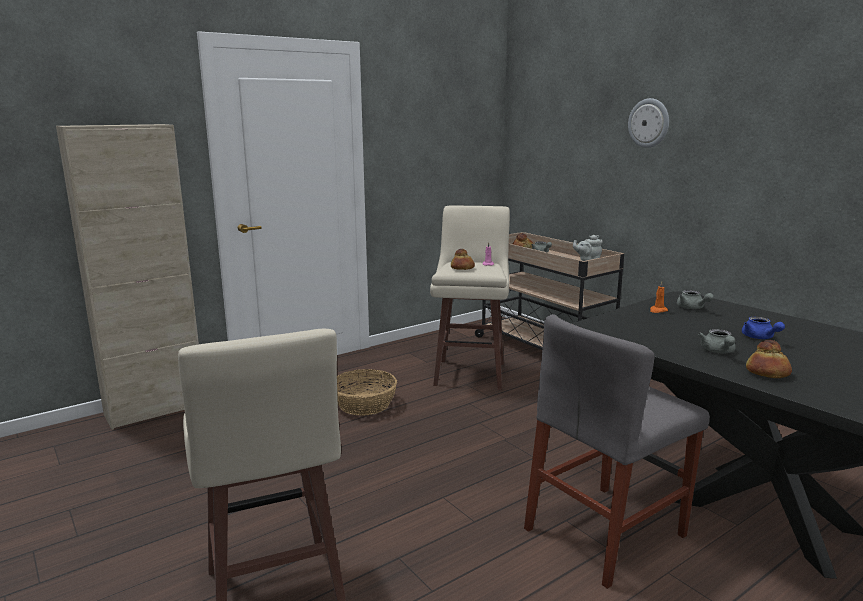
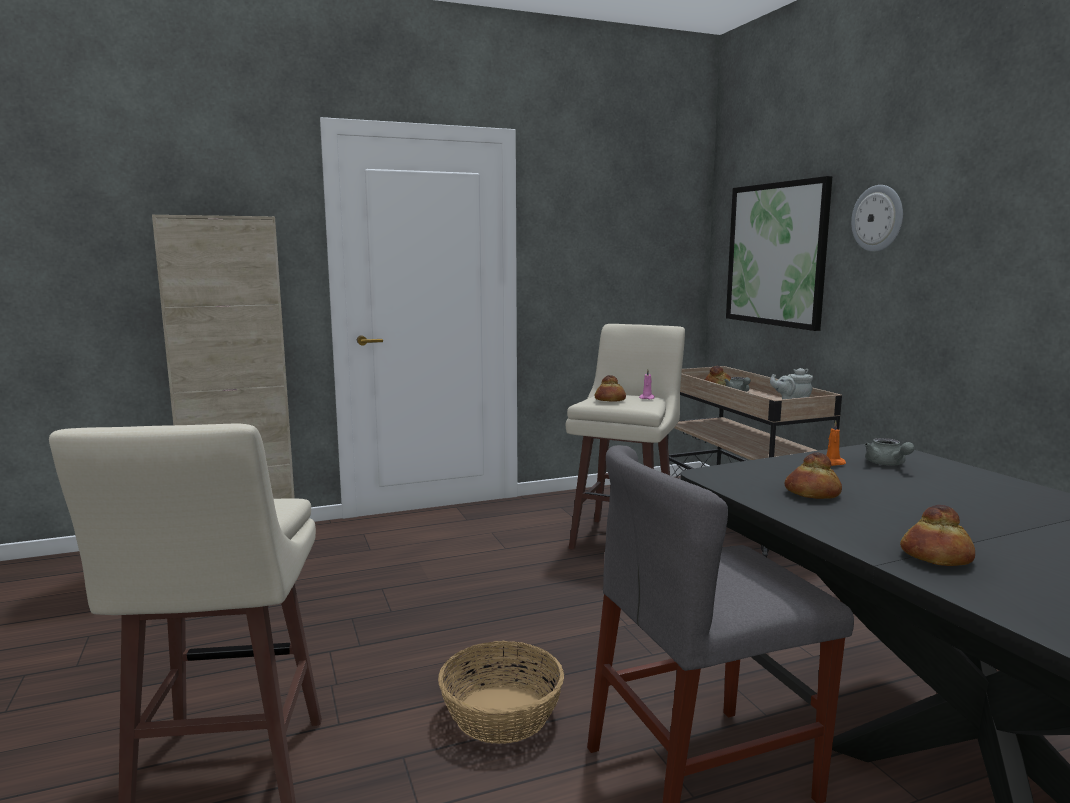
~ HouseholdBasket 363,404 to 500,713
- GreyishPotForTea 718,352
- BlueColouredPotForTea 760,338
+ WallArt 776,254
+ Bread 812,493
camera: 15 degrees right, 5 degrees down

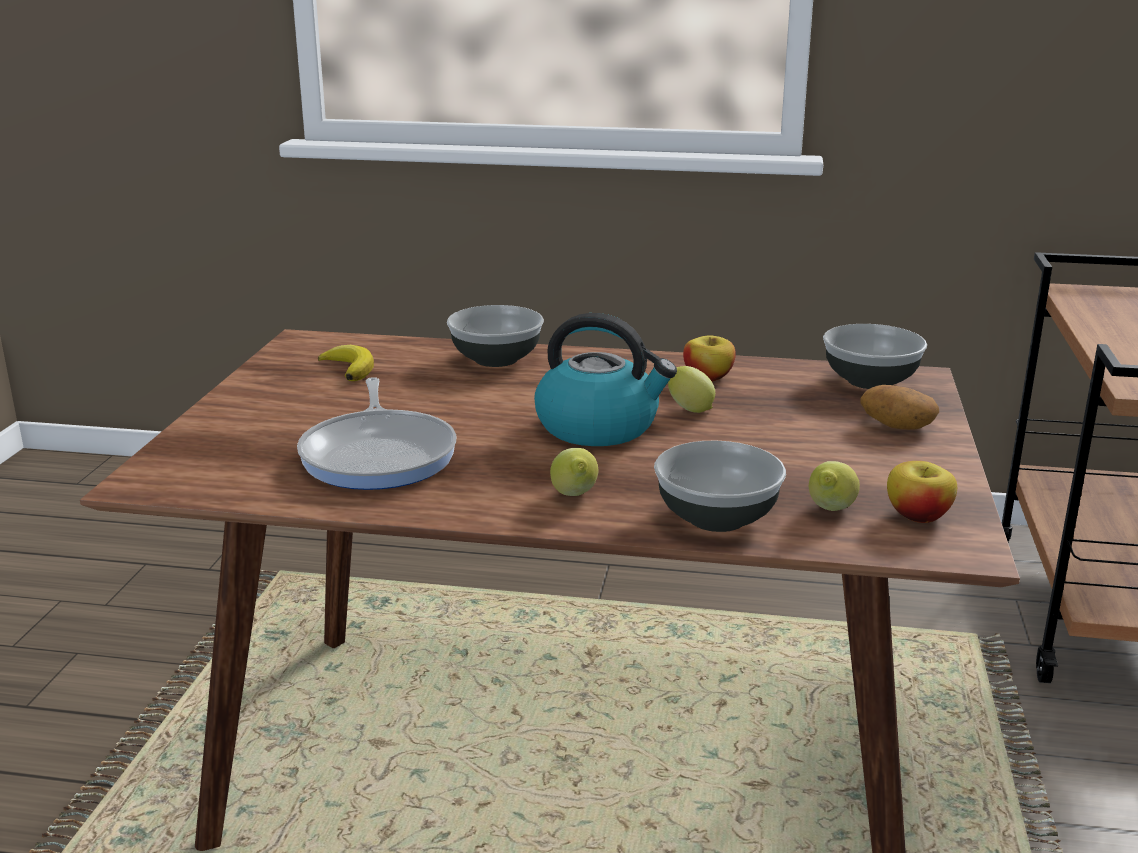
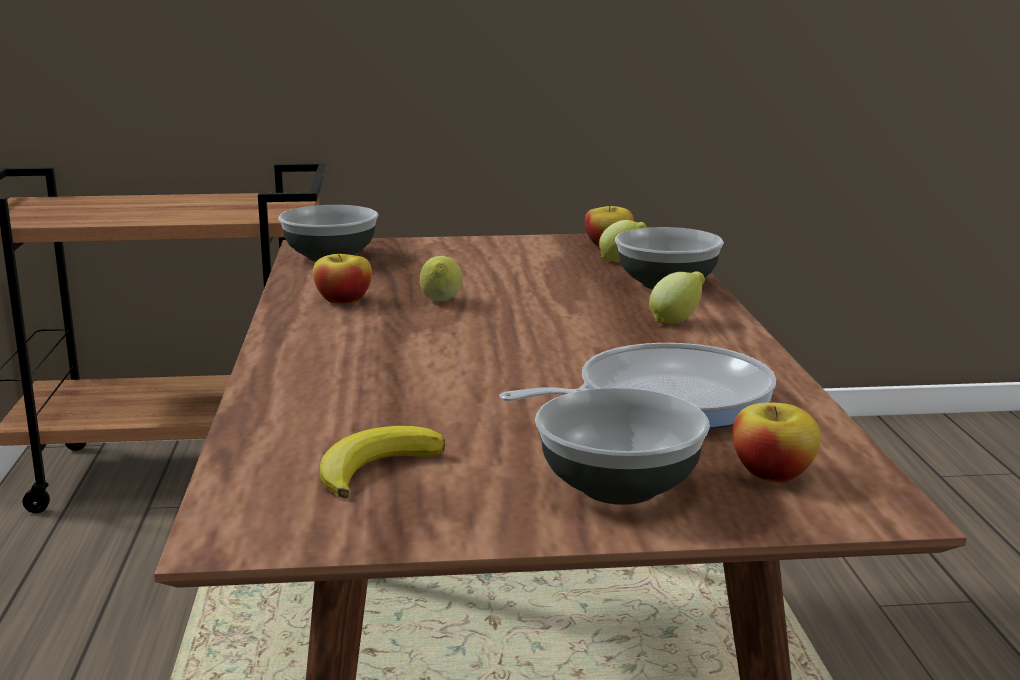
~ ServingBowl 495,359 to 618,488
- Kettle 599,427
- Spud 896,426
+ Apple 773,473
camera: 105 degrees left, 5 degrees down

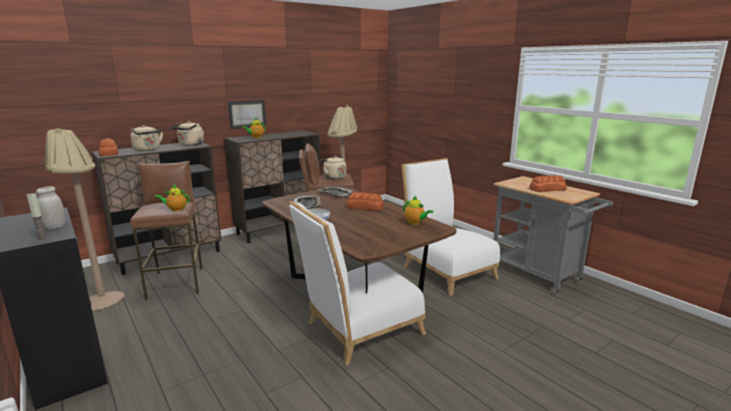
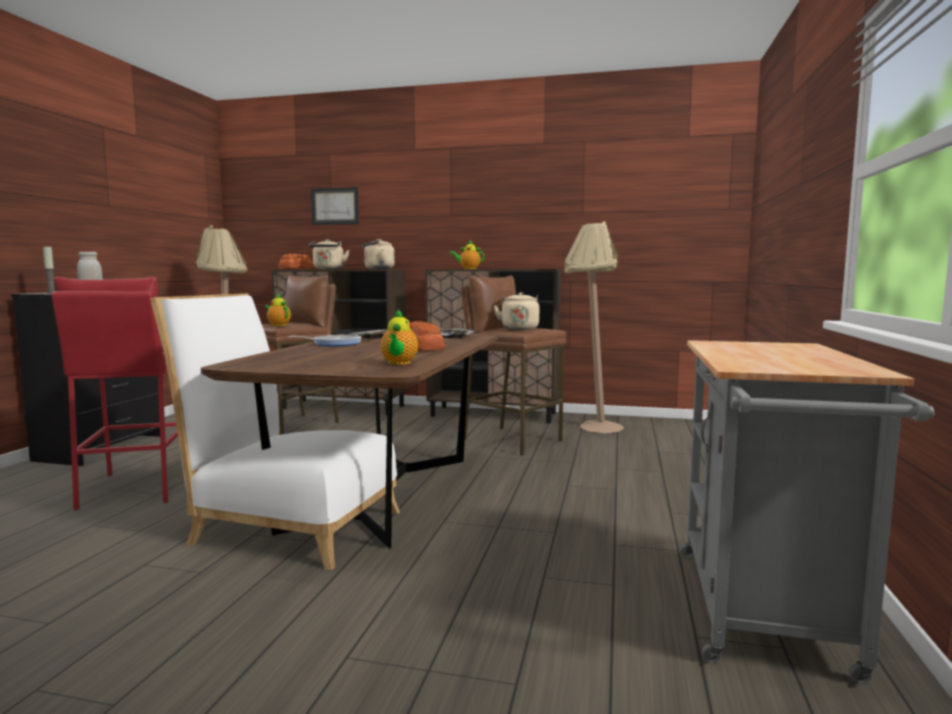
~ WallArt 247,114 to 335,206
- WhitishPlainChair 445,269
- Bread 547,189
+ RedColouredStoolSeat 136,488
camera: 50 degrees right, 10 degrees down

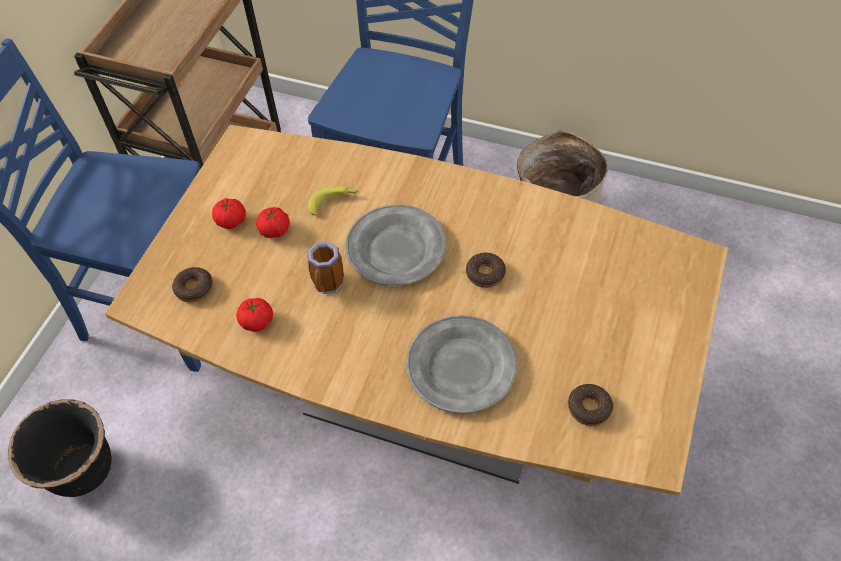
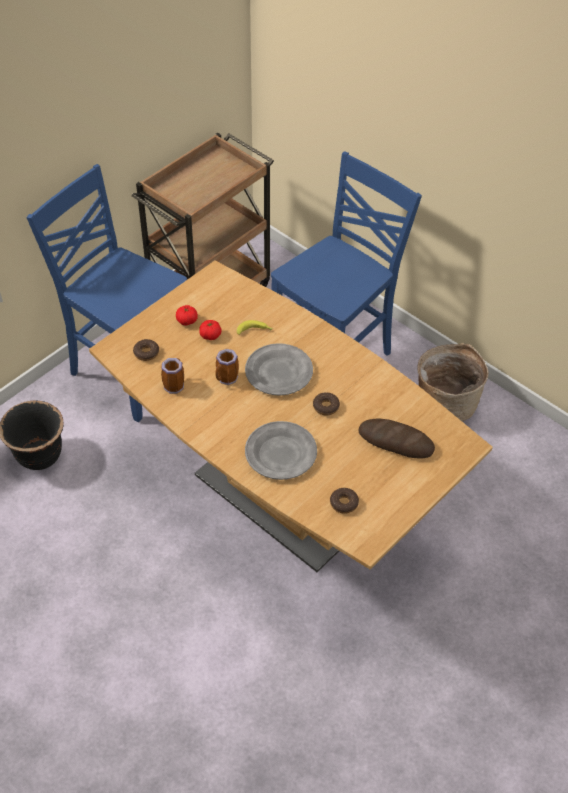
~ Tomato 257,321 to CoffeeMug 174,384
+ Bread 396,441
camera: 20 degrees right, 5 degrees down

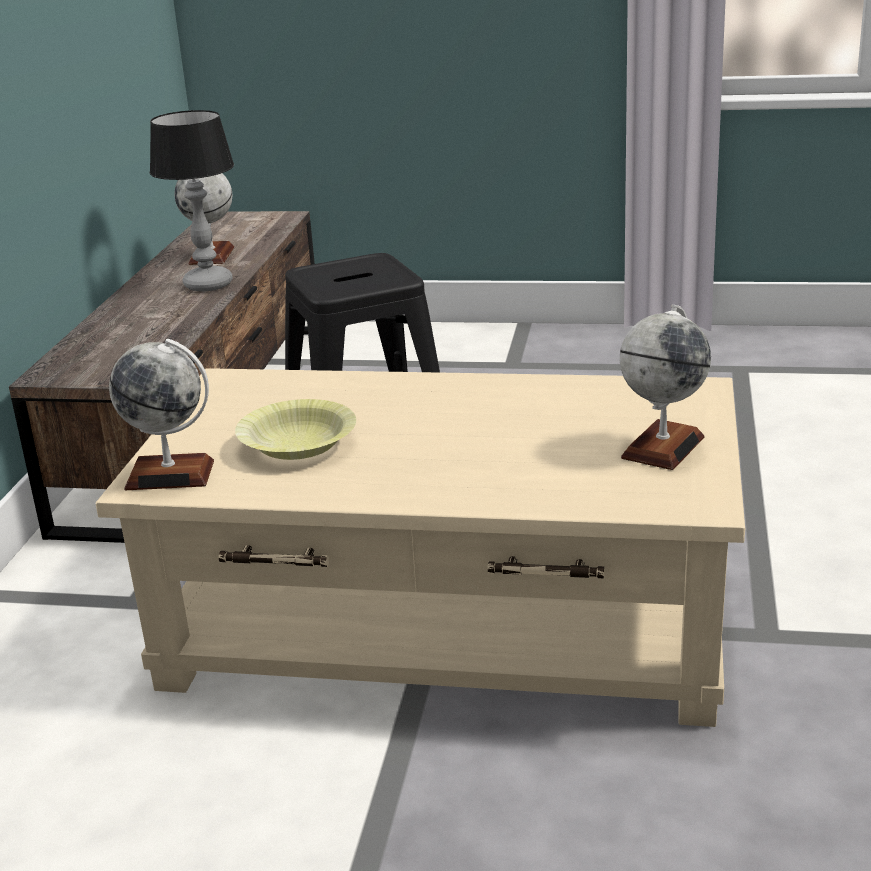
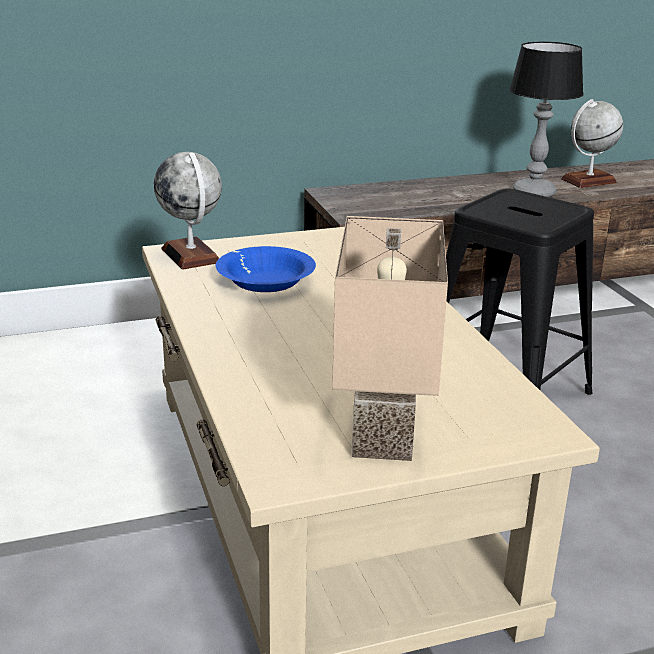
~ YellowColouredServingBowl 297,445 to BlueColouredServingBowl 266,282
~ DeskGlobe 663,447 to BeigeTableLamp 388,434
camera: 60 degrees right, 0 degrees up

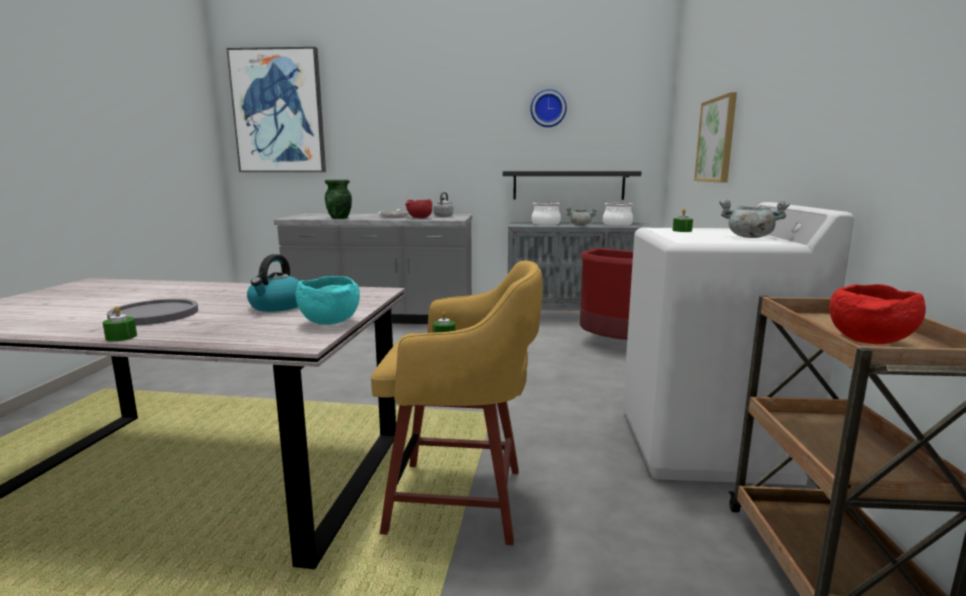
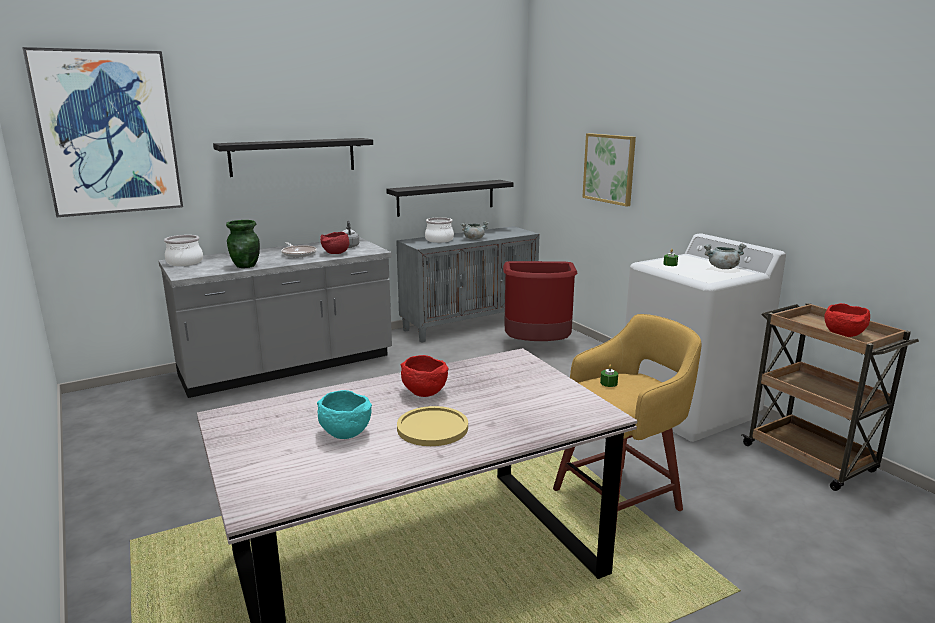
- GreenishWaxCandle 121,337
~ GreyishDinnerPlate 154,314 to YellowColouredDinnerPlate 432,428
- Kettle 277,306
~ BlueGreenServingBowl 329,322 to 344,434
- WallClock 548,108
~ Stockpot 617,224 to 185,262
+ BlackishBracketShelf 293,156
+ RedColouredServingBowl 423,393
camera: 35 degrees left, 5 degrees up

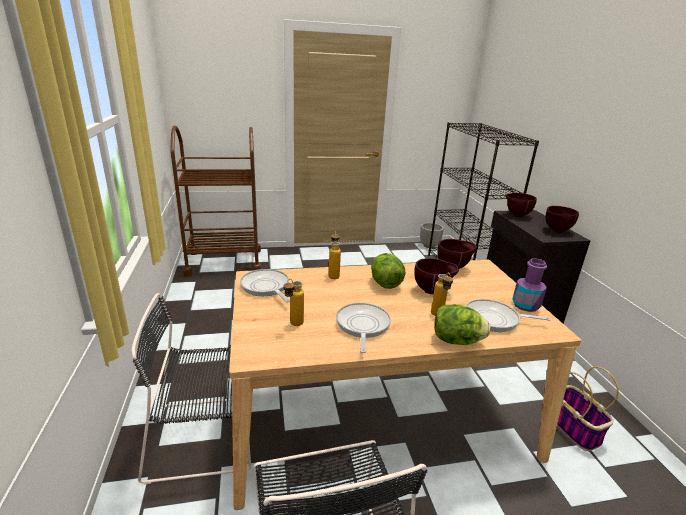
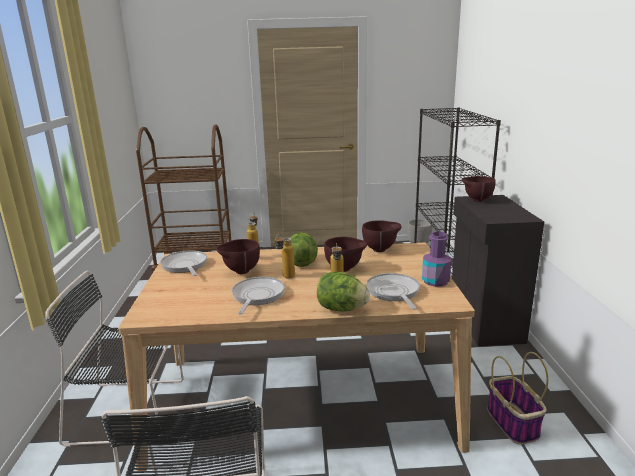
~ Bottle 293,325 to 285,278
~ FryingPan 495,319 = 393,292 60 degrees clockwise
~ BrownServingBowl 556,231 to 240,272
camera: 10 degrees right, 5 degrees down

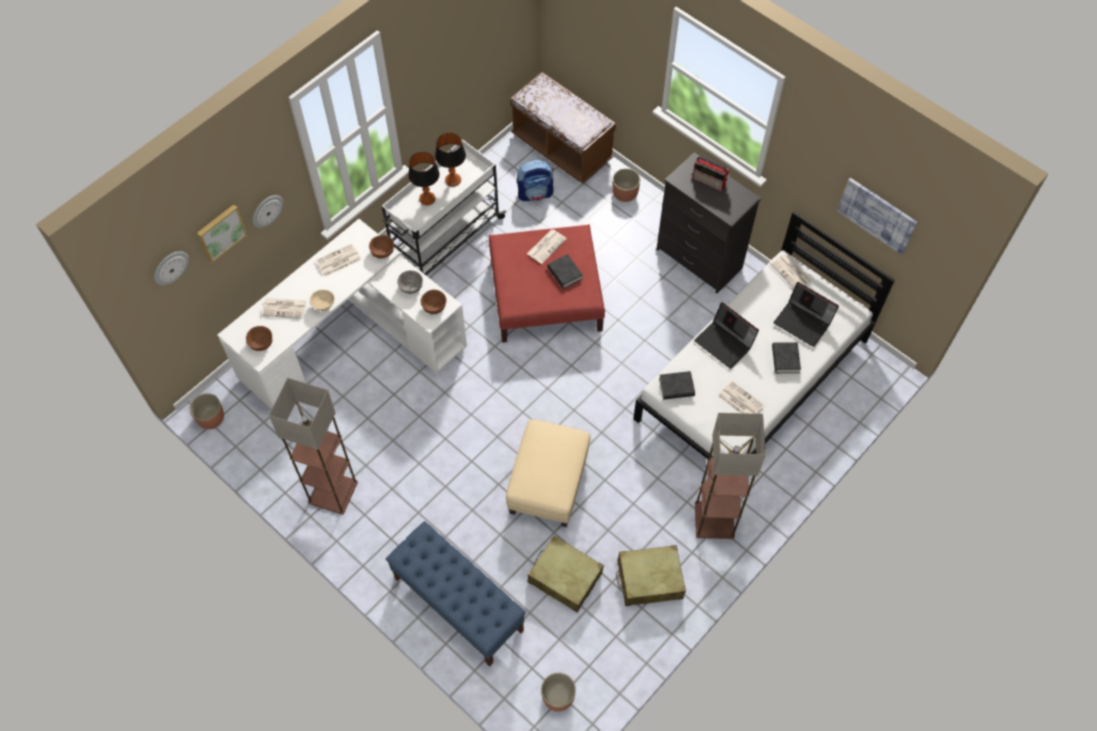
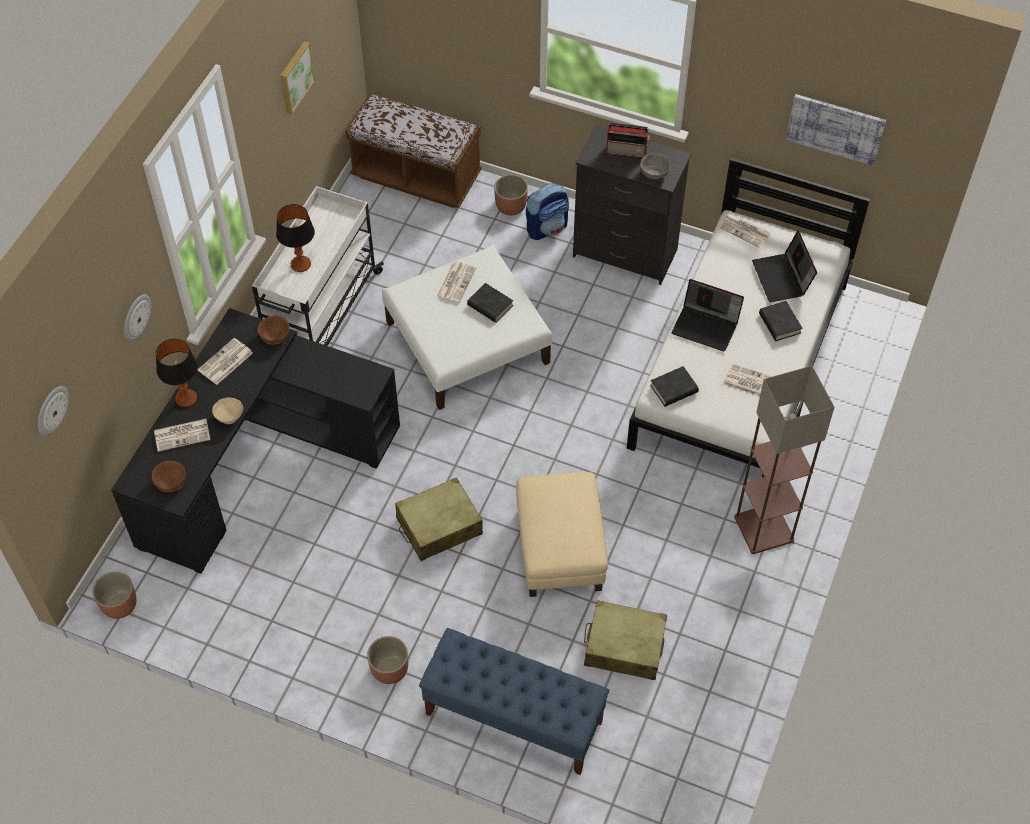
~ WallArt 220,232 to 295,77
~ WhitishDesk 352,339 to BlackishDesk 256,460
- FloorLamp 333,493
~ GreyishServingBowl 410,287 to 653,173
- BrownServingBowl 434,307
~ TableLamp 453,180 to 186,398
~ RedColouredOttoman 546,294 to WhitishOttoman 467,342
~ Knapsack 535,193 to 547,228
~ PlantPot 558,697 to 389,669
~ BeigePieceOfLuggage 649,579 to 438,526
~ Laptop 803,322 = 782,279 60 degrees clockwise
camera: 20 degrees left, 5 degrees down

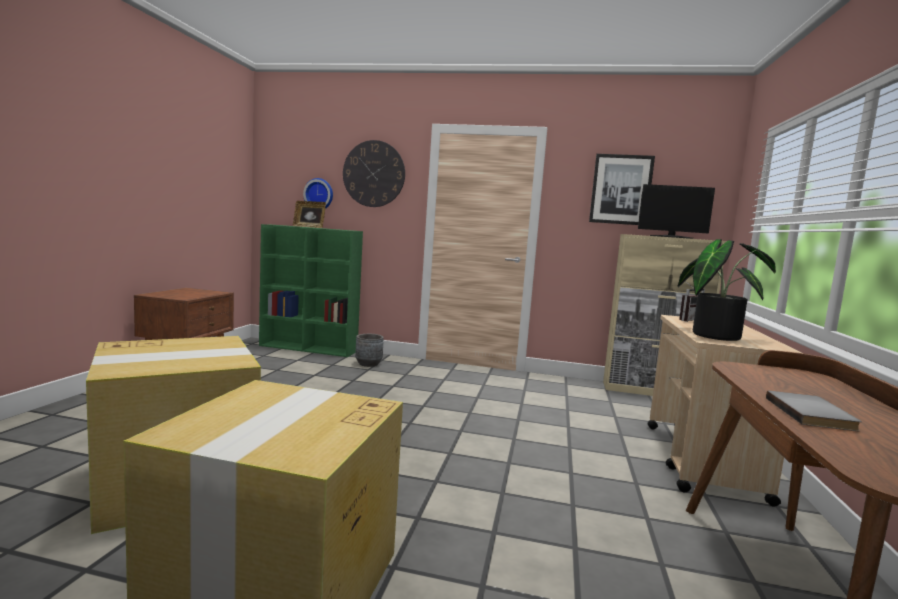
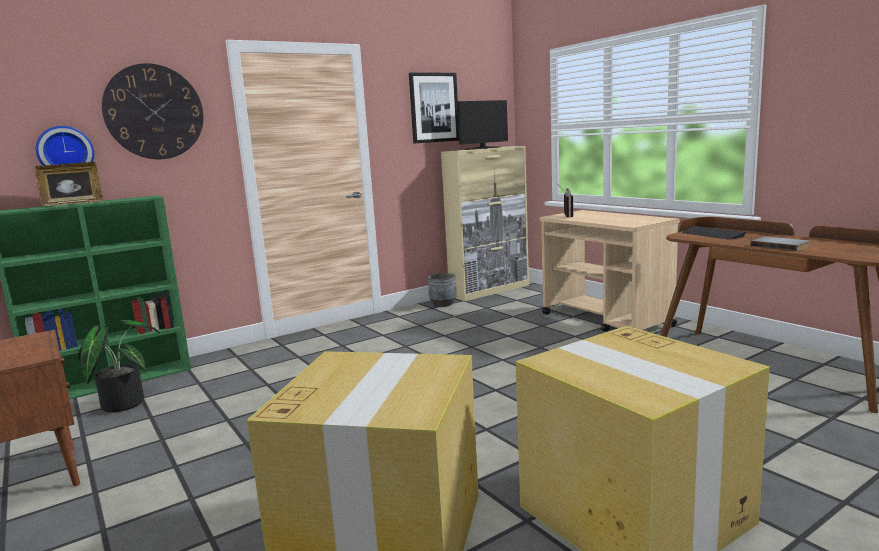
~ GreyishPlantPot 368,364 to 443,304
~ PottedPlant 714,335 to 122,402
+ ComputerKeyboard 712,234
camera: 45 degrees left, 5 degrees up

